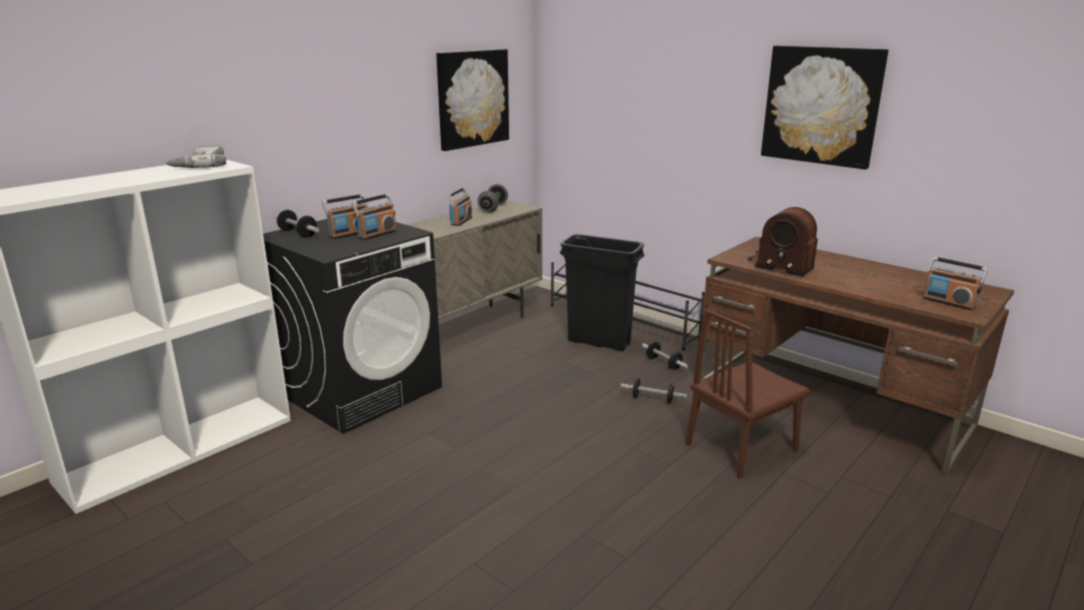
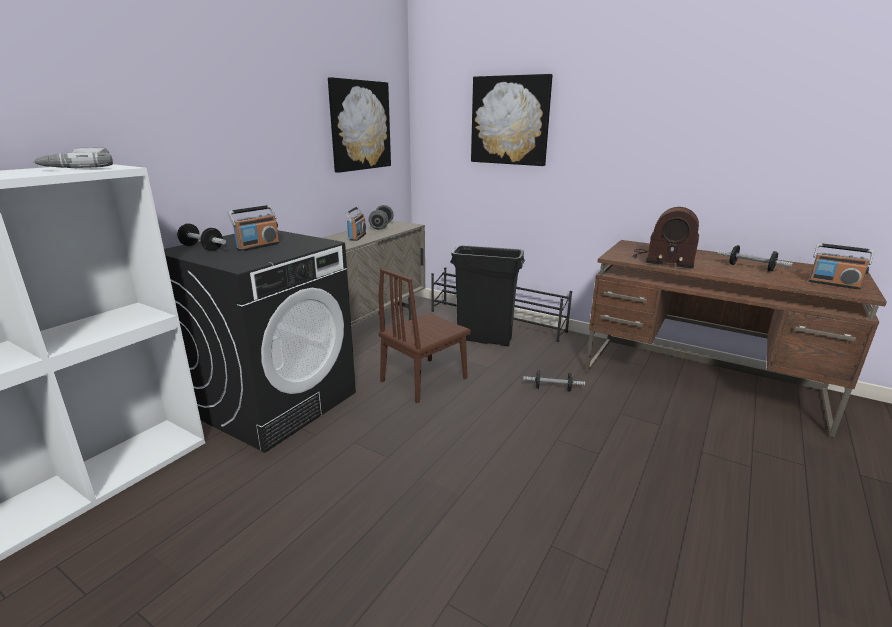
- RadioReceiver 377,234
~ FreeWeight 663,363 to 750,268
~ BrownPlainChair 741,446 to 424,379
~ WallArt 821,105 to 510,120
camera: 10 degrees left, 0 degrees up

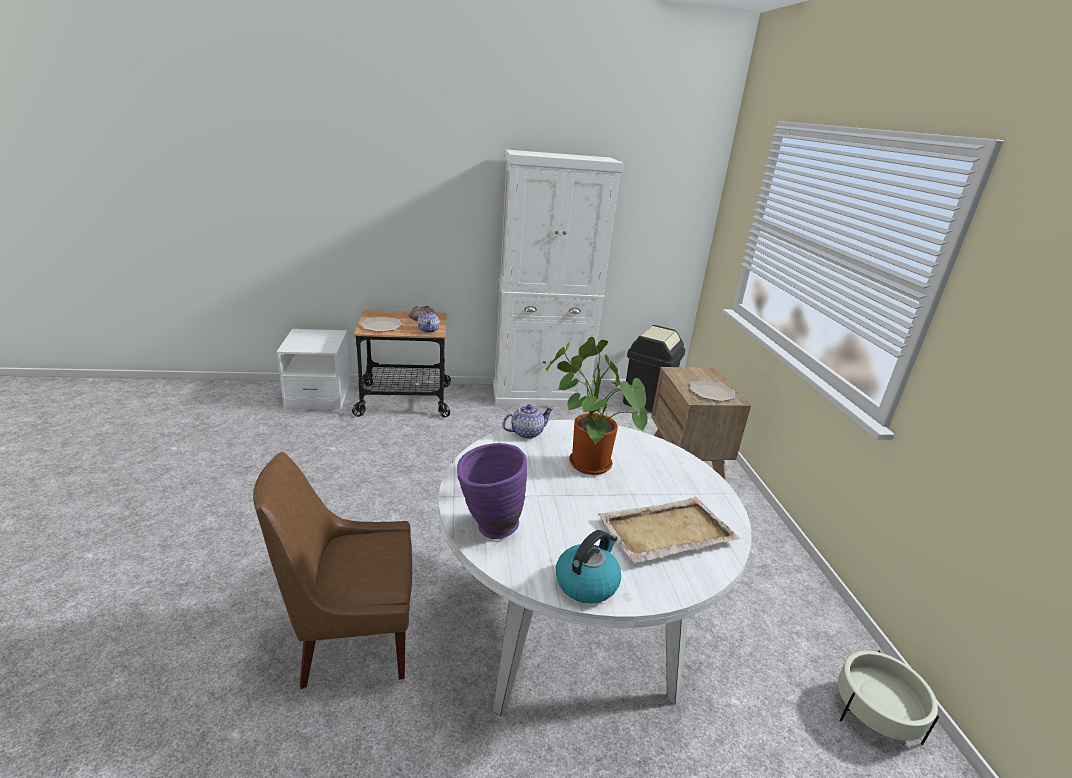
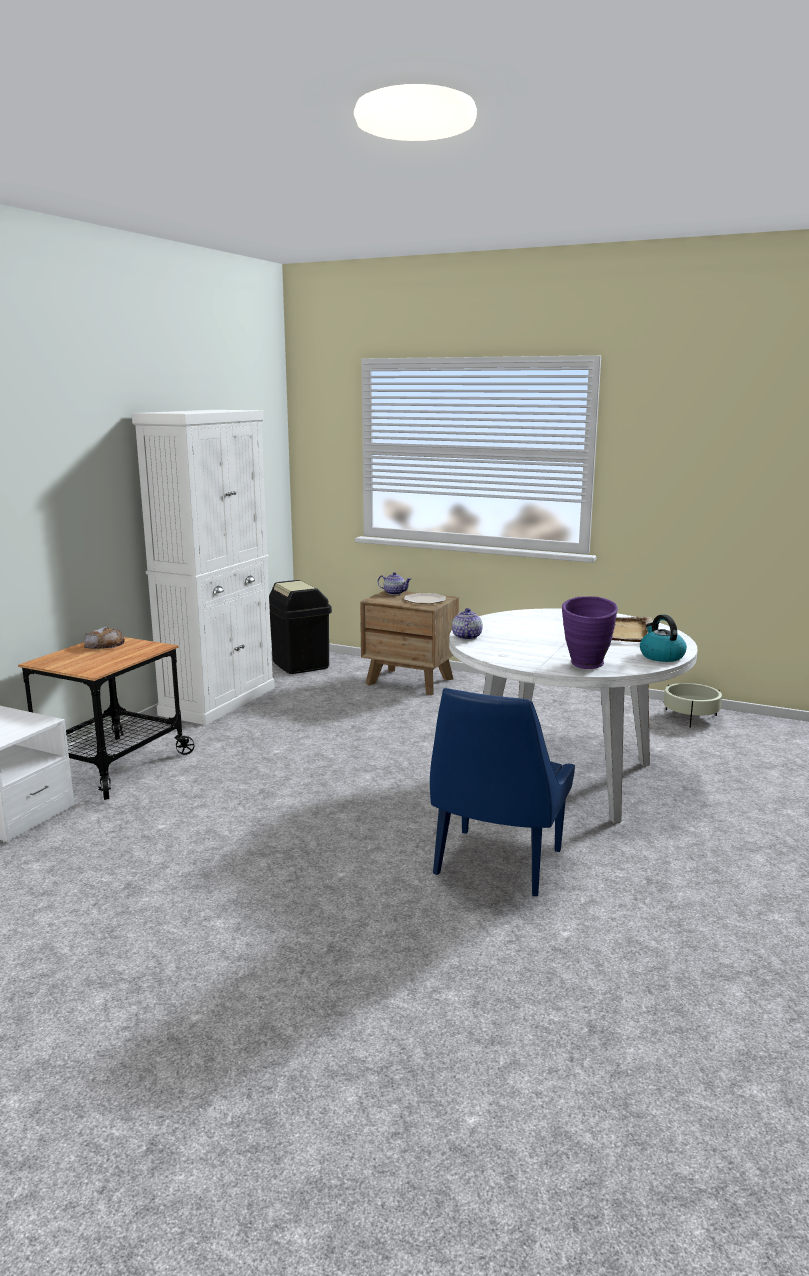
~ BrownPlainChair 352,638 to BlueColouredPlainChair 496,864
- DinnerPlate 381,325
~ PotForTea 428,330 to 394,593
- PottedPlant 585,462
camera: 55 degrees left, 10 degrees down

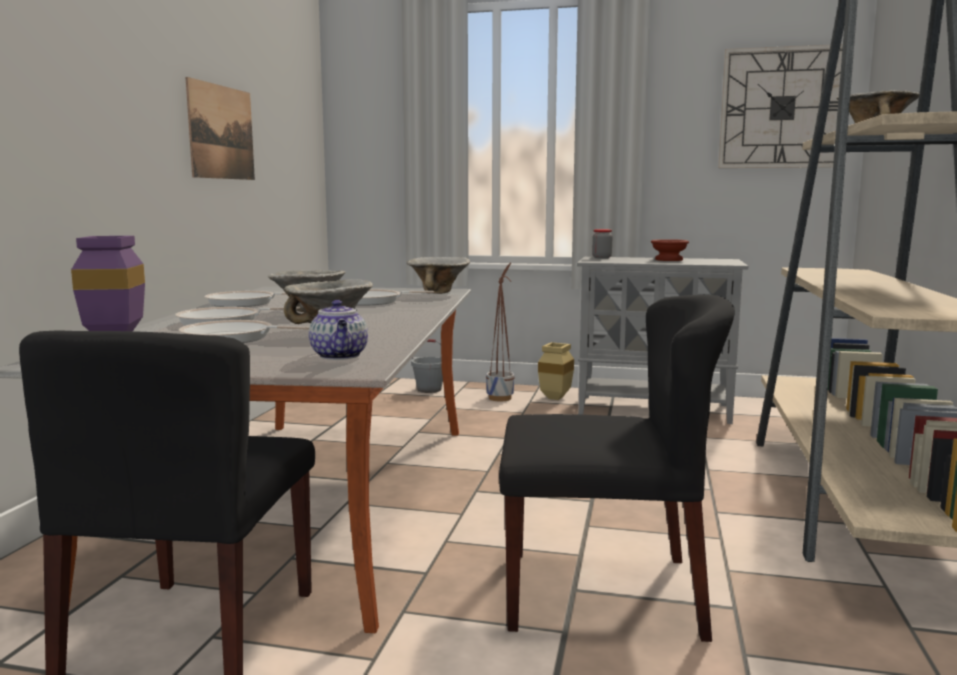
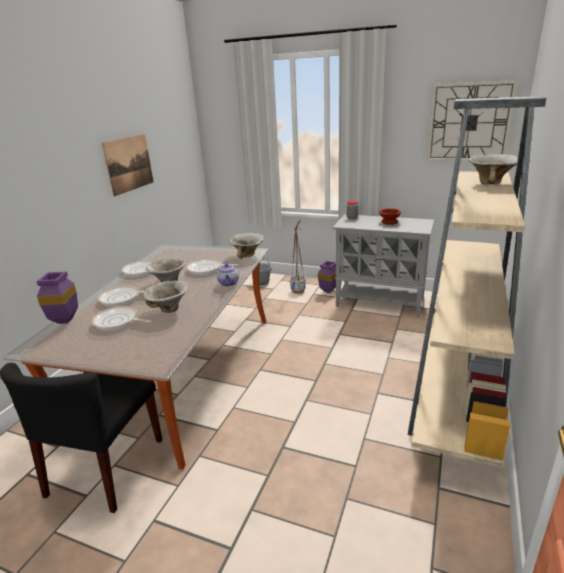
~ PotForTea 340,356 to 229,283
- BlackishPlainChair 604,592
~ BeigeDecorativeVase 555,397 to PurpleDecorativeVase 328,290
camera: 10 degrees right, 15 degrees up

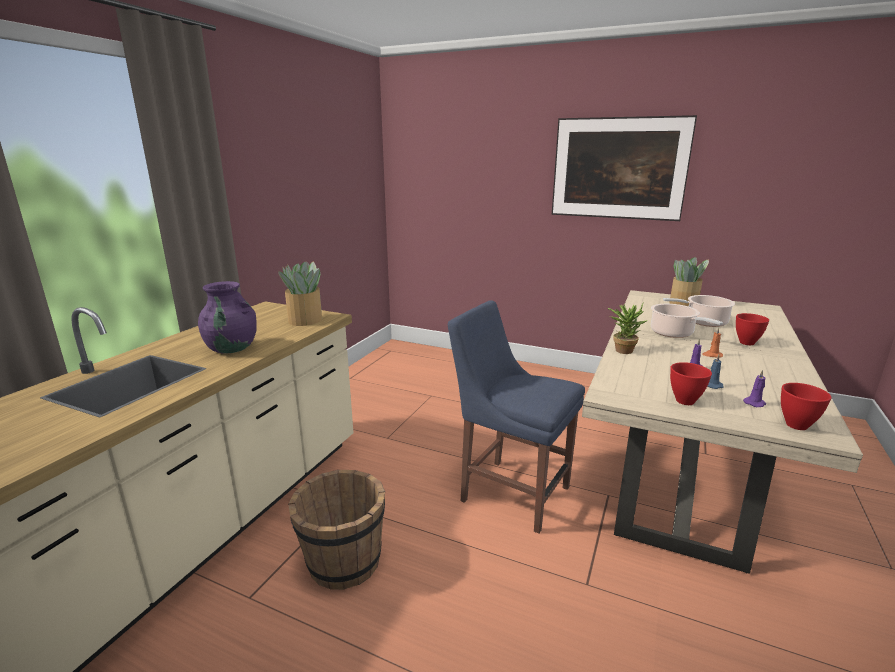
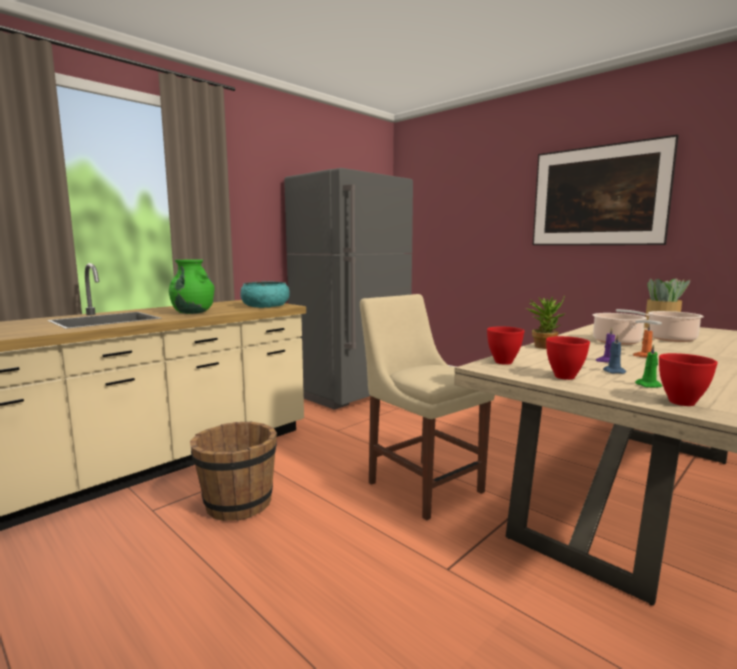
~ PurpleDecorativeVase 231,349 to GreenishDecorativeVase 193,312
~ PottedPlant 304,320 to BlueGreenServingBowl 265,306
~ BlueColouredPlainChair 510,491 to BeigePlainChair 421,484
~ RedColouredServingBowl 746,342 to 503,362
~ PurpleWaxCandle 754,403 to GreenishWaxCandle 649,385
+ GreyishKitchenFridge 352,393
camera: 20 degrees right, 10 degrees down

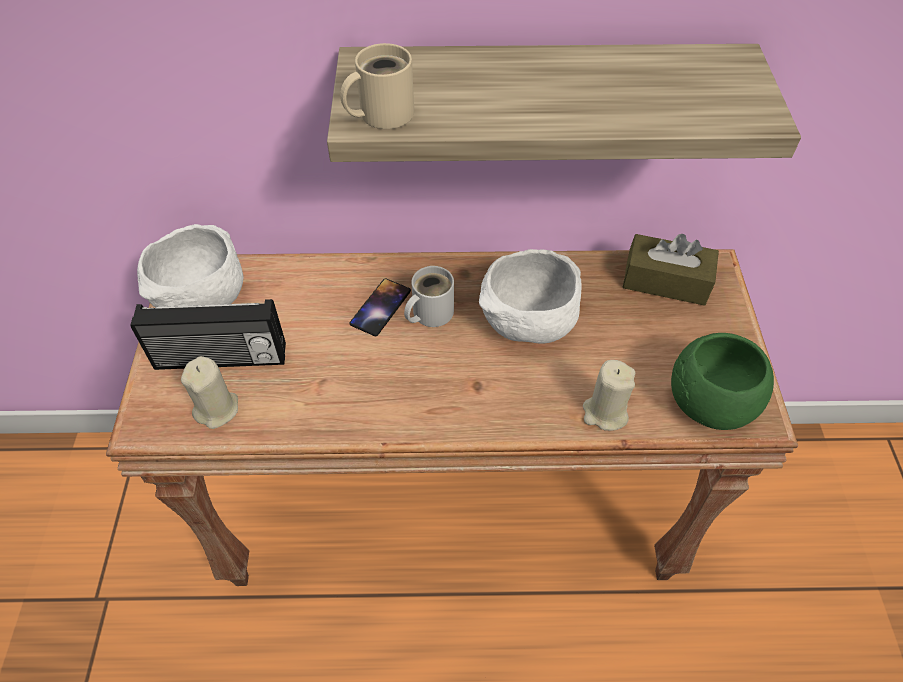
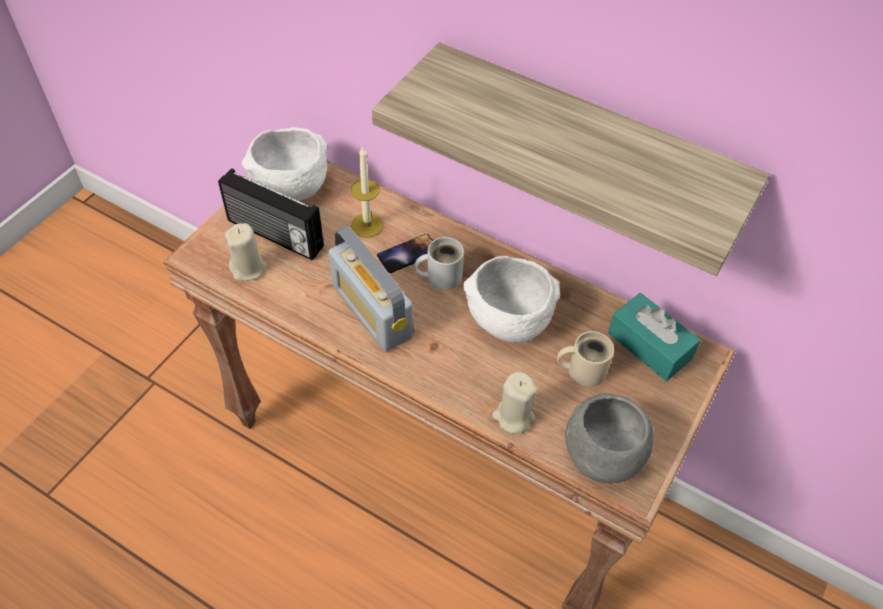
~ BeigeCoffeeMug 381,113 to 583,369
~ BrownBoxOfTissues 665,281 to BlueGreenBoxOfTissues 649,346
~ GreenishServingBowl 710,405 to GreyishServingBowl 602,457
+ RadioReceiver 371,311
+ WaxCandle 367,225
camera: 30 degrees right, 0 degrees up

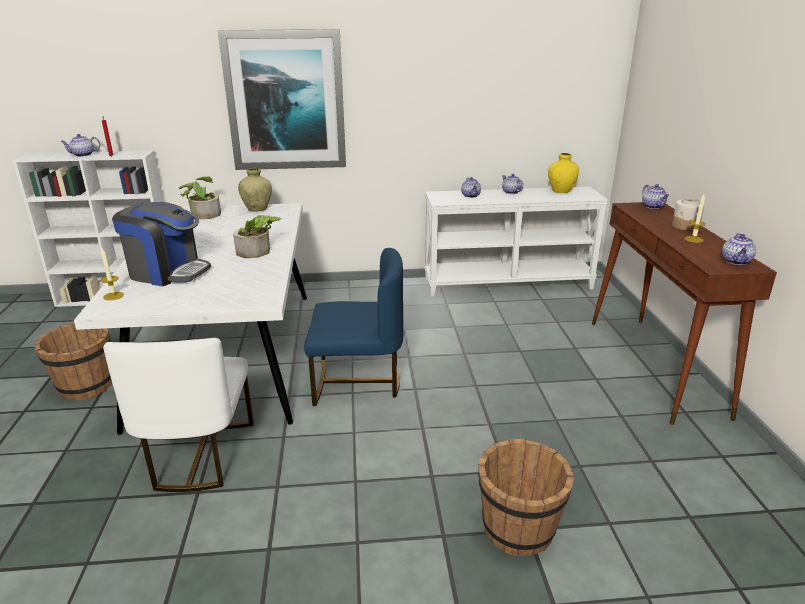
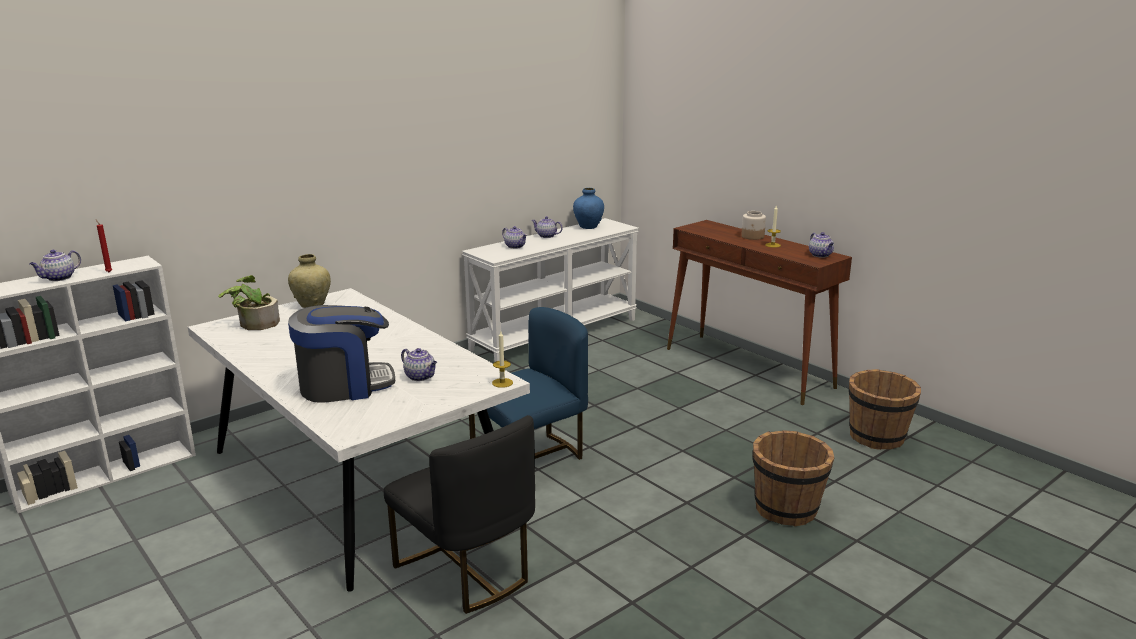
~ BrownWaterBucket 86,386 to 877,437
~ WaxCandle 113,296 to 502,383
~ WhitishPlainChair 198,455 to BlackishPlainChair 466,571
- WallArt 286,101
- PottedPlant 258,251
~ YellowColouredDecorativeVase 561,191 to BlueColouredDecorativeVase 588,227
~ PotForTea 653,206 to 421,377
camera: 35 degrees left, 5 degrees down

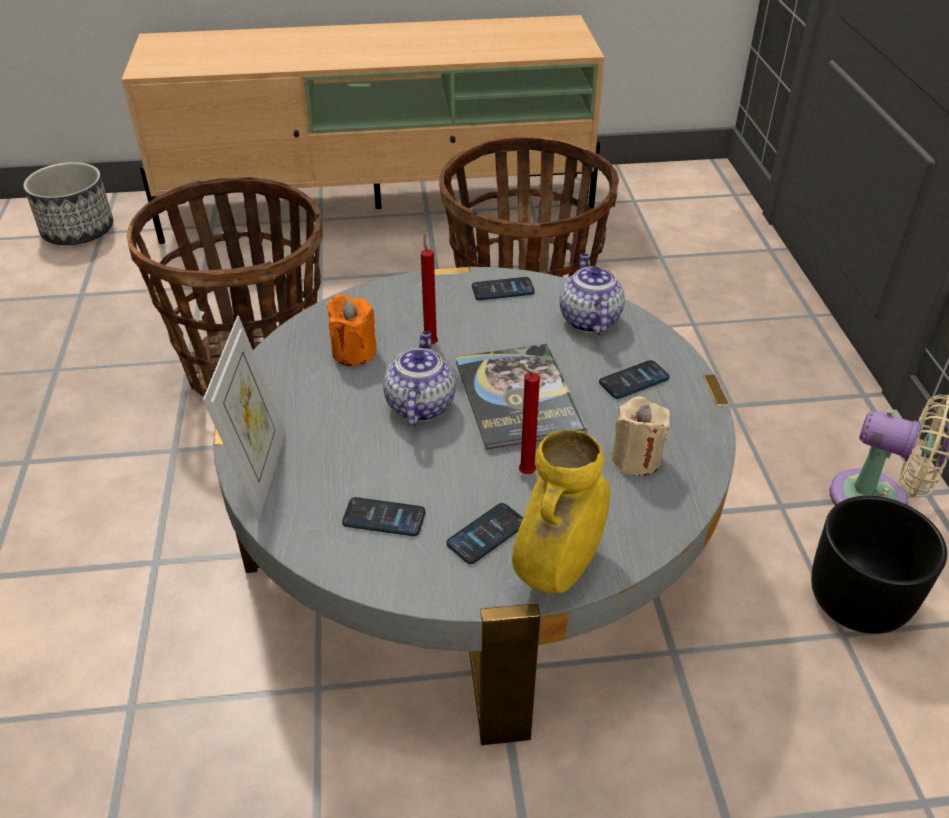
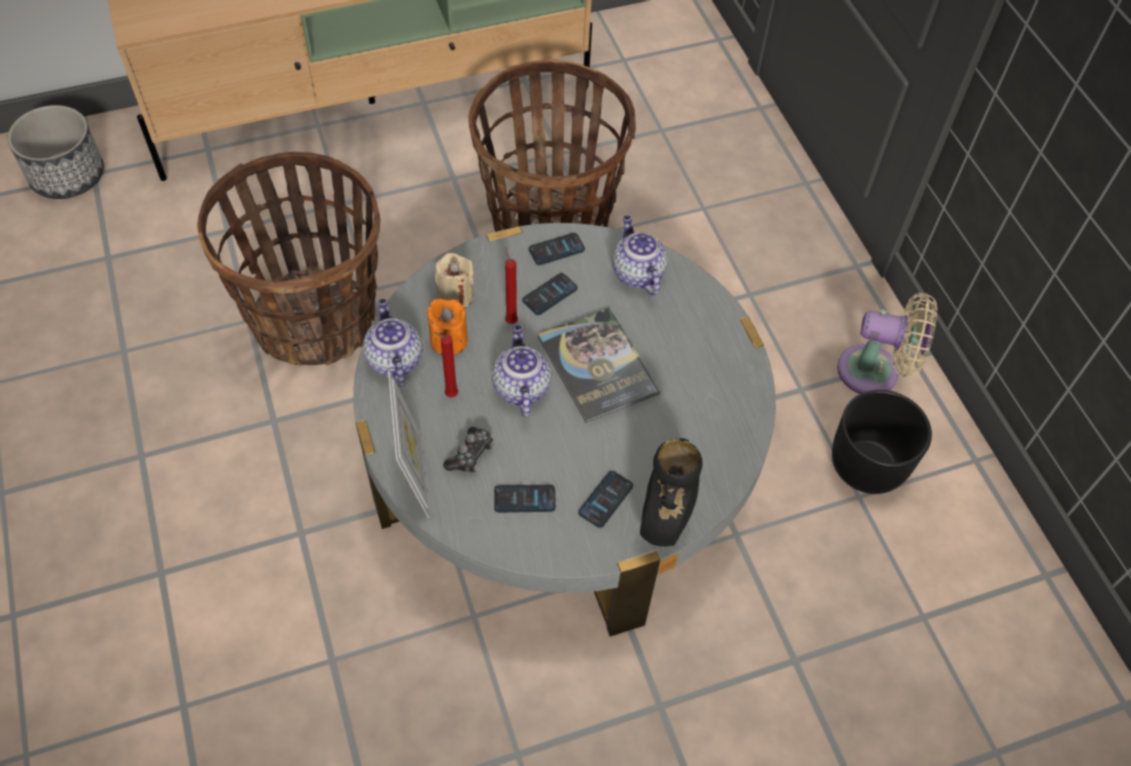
~ YellowColouredDecorativeVase 559,569 to BlackishDecorativeVase 665,520
~ RedColouredWaxCandle 524,472 to 449,394
~ Telephone 634,380 to 549,295
~ BeigeWaxCandle 636,458 to 455,295
+ PotForTea 393,359
+ GameController 471,455
camera: 15 degrees left, 15 degrees up

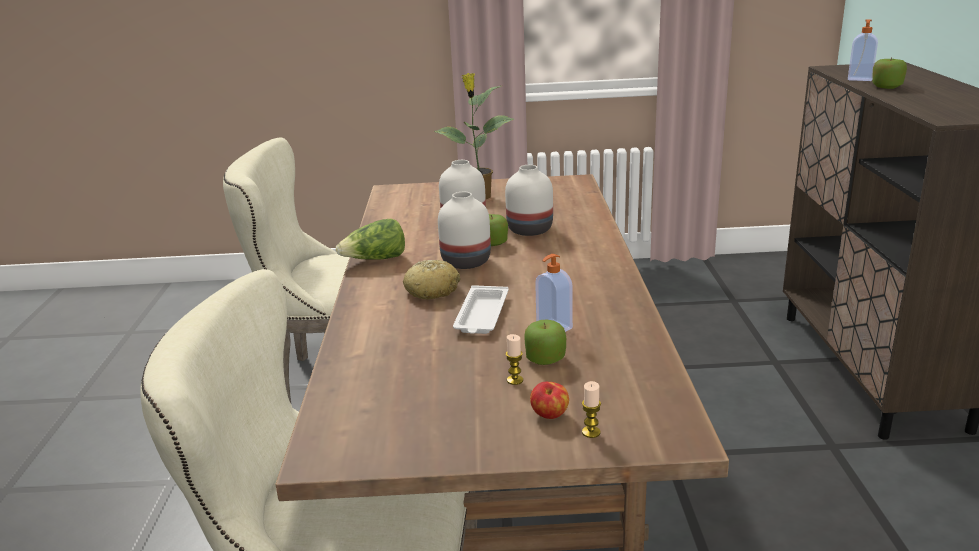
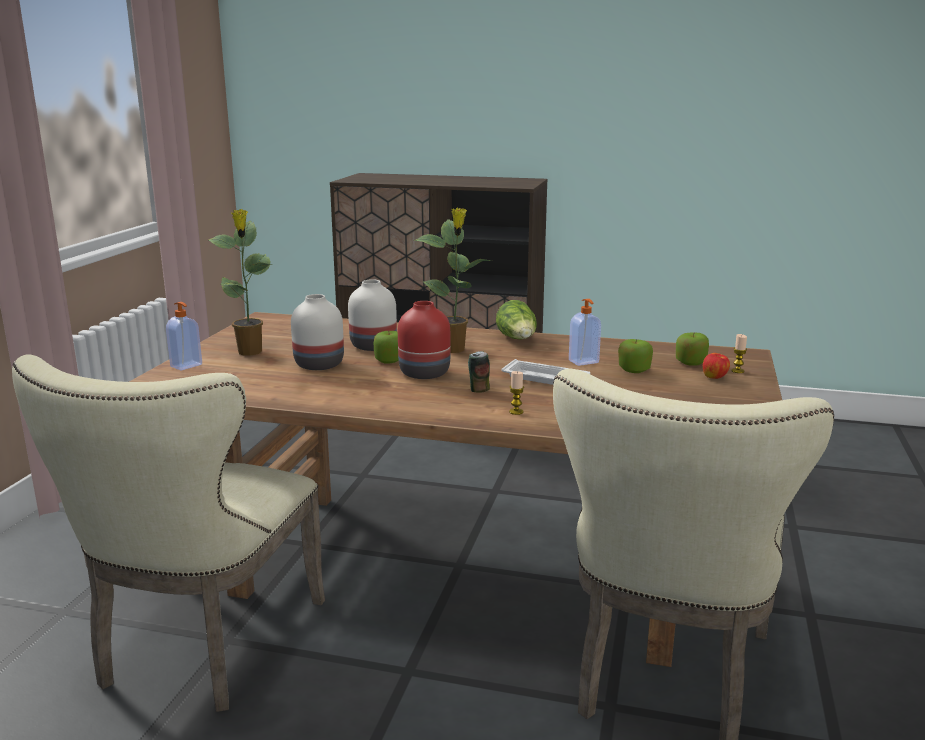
~ Lettuce 375,260 to 518,340
~ Bread 432,290 to SealedCan 479,390
~ WhitishDecorativeVase 467,261 to RedColouredDecorativeVase 423,373
~ WaxCandle 515,380 to 516,412
~ SoapBottle 859,79 to 187,366
~ Apple 886,86 to 690,362
+ PottedPlant 454,349
camera: 75 degrees left, 5 degrees down

